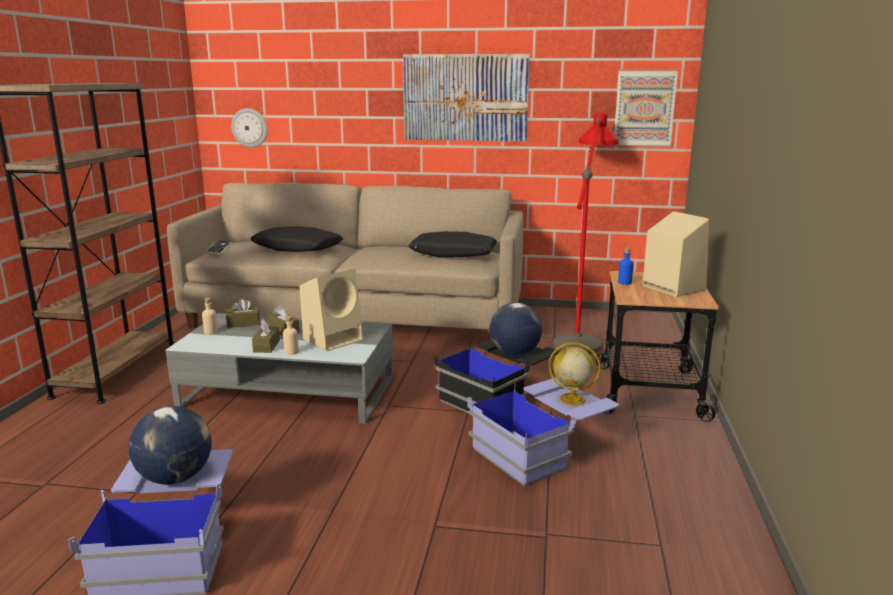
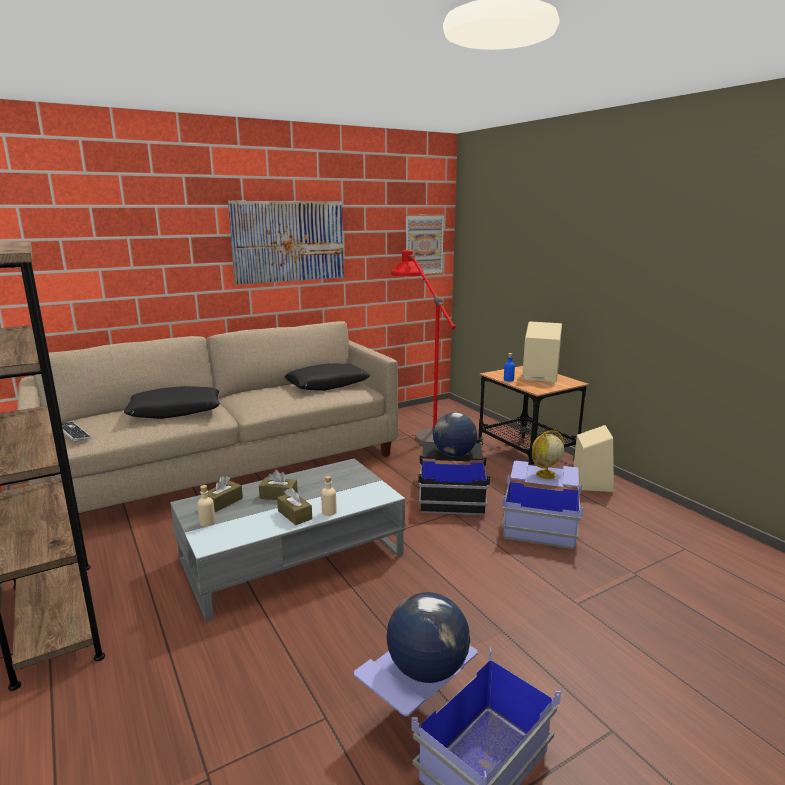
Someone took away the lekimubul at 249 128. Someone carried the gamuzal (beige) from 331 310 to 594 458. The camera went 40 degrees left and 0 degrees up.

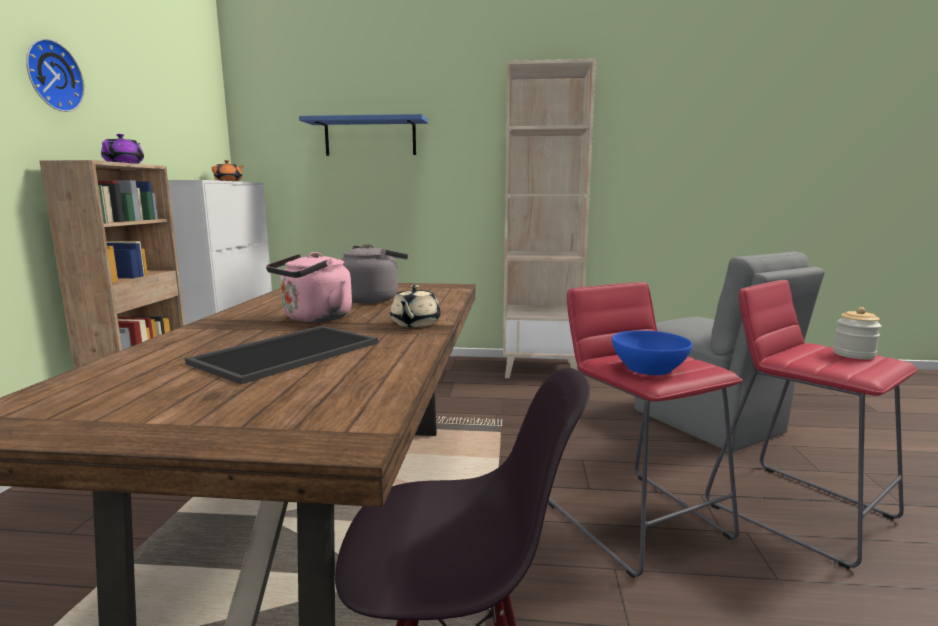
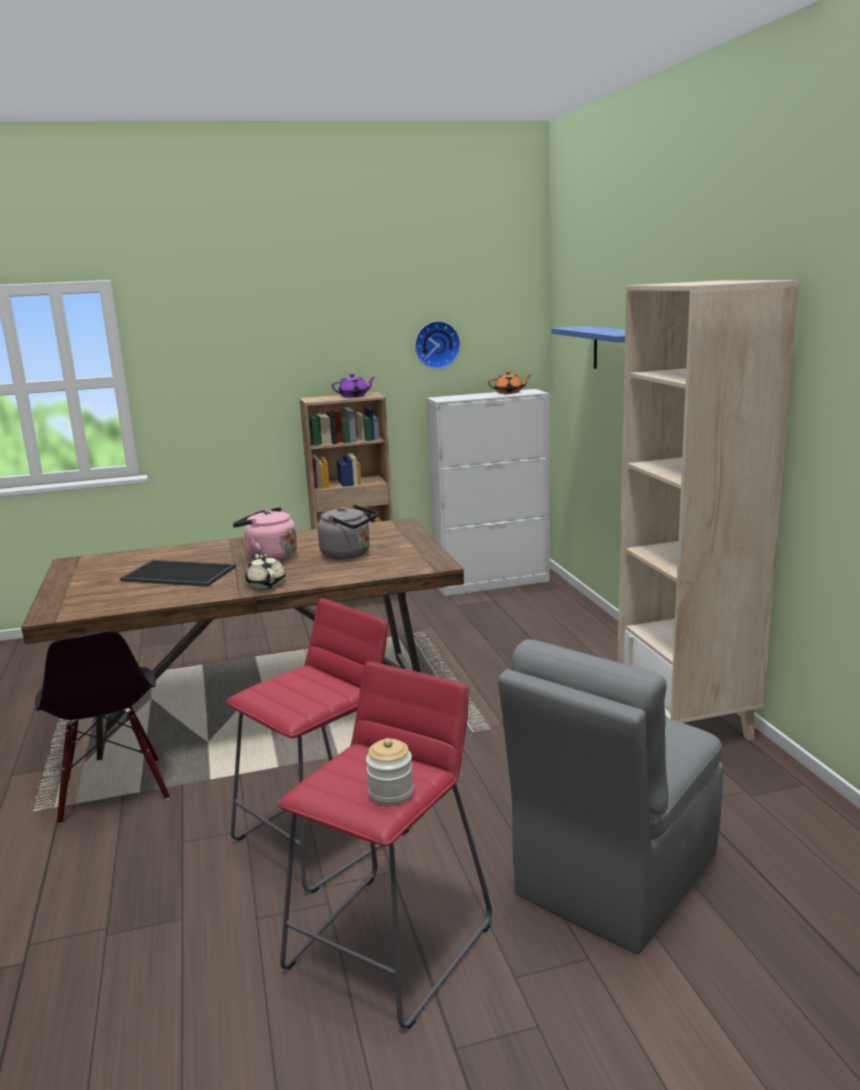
Someone took away the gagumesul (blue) at 652 352. Someone carried the lekimubul from 55 75 to 437 345. Someone rotated the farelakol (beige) at 415 306 by 75 degrees clockwise. The camera went 70 degrees right and 5 degrees up.

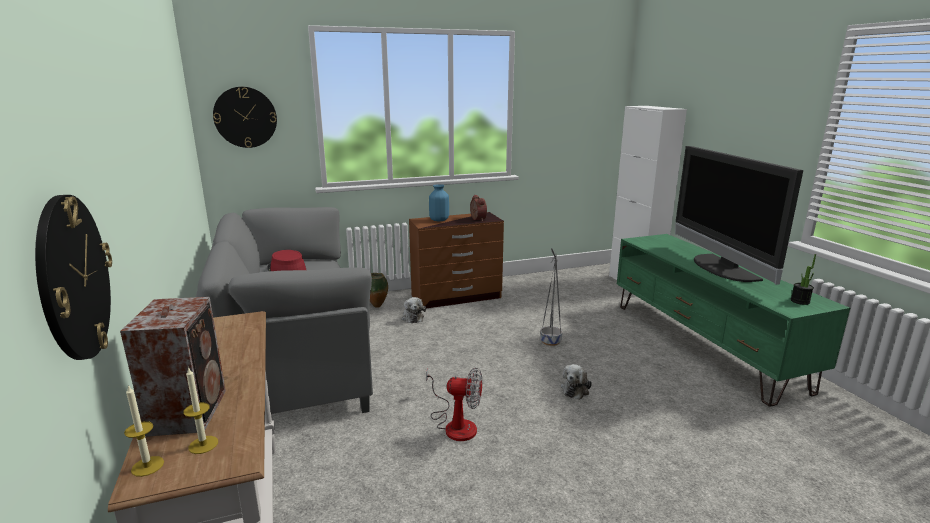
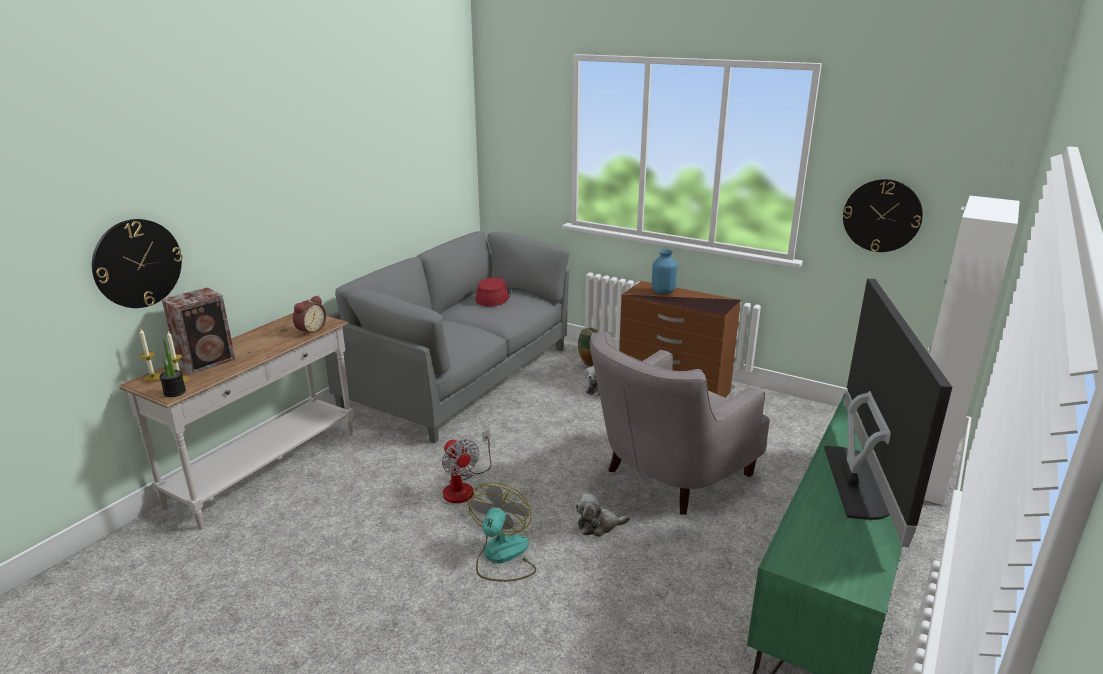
Someone put down the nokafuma at 502 532. Someone carried the lekimubul from 245 117 to 883 215. Someone carried the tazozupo from 478 208 to 309 315. Someone carried the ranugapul from 803 279 to 173 368. Someone swapped the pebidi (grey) at 551 297 for the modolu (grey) at 680 423. Someone rotated the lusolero at 739 215 by 150 degrees clockwise. The camera went 50 degrees right and 5 degrees up.

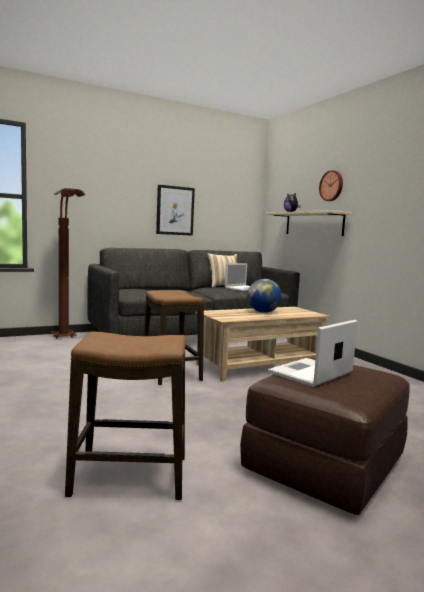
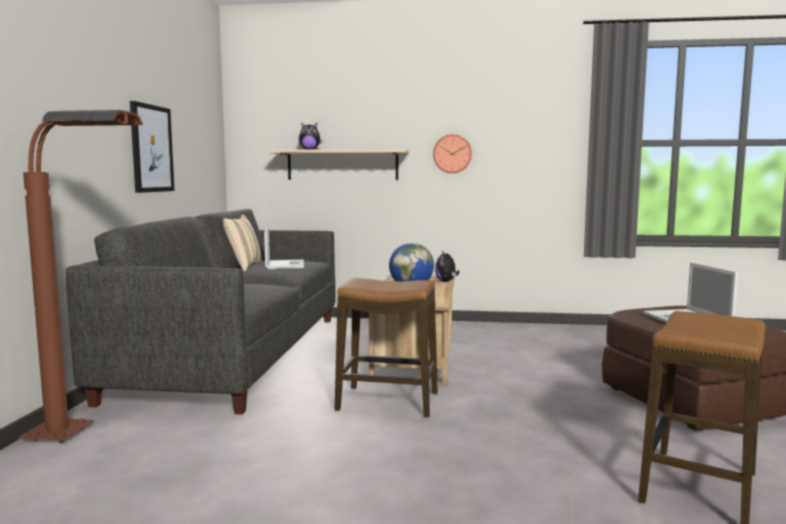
Someone put down the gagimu at 447 266. Someone carried the lekimubul from 331 185 to 452 153. The camera went 55 degrees left and 0 degrees up.

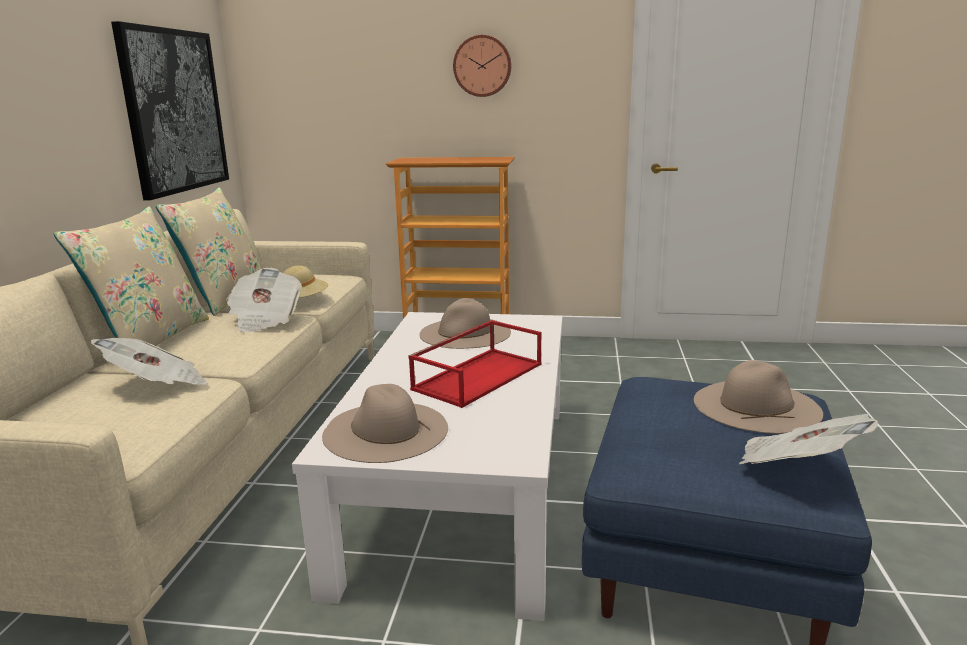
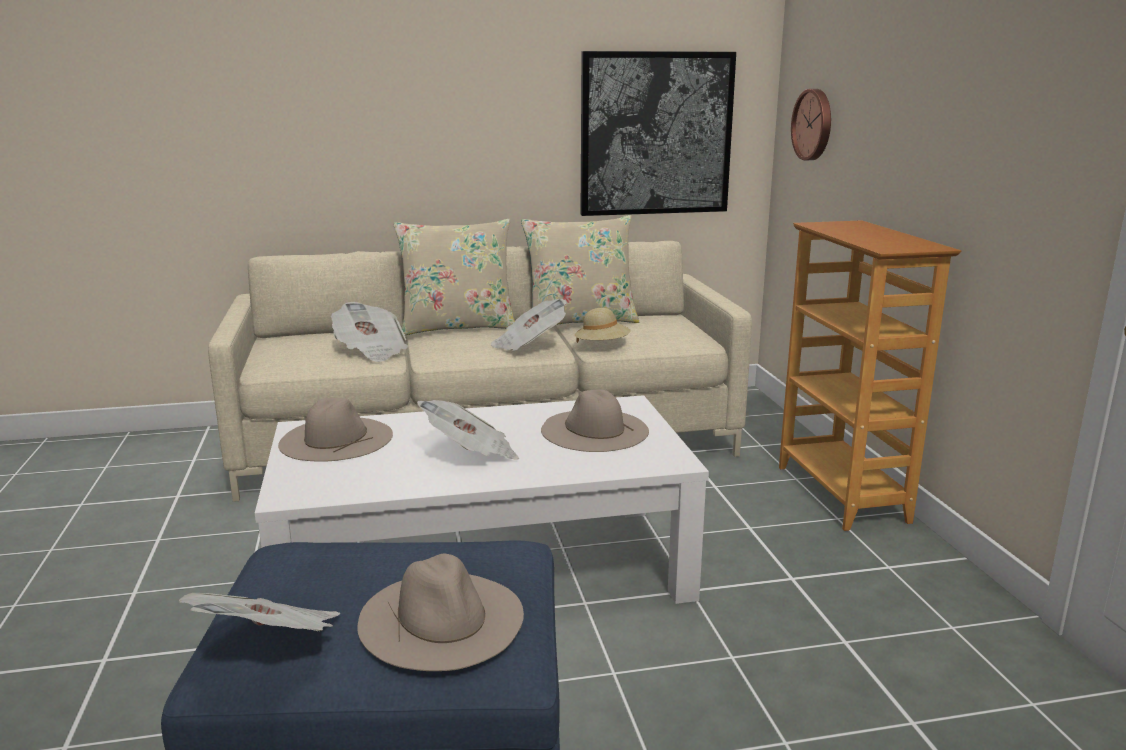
Someone carried the lekimubul from 482 66 to 811 124. Someone swapped the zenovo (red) at 475 364 for the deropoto at 468 430. The camera went 70 degrees right and 0 degrees up.

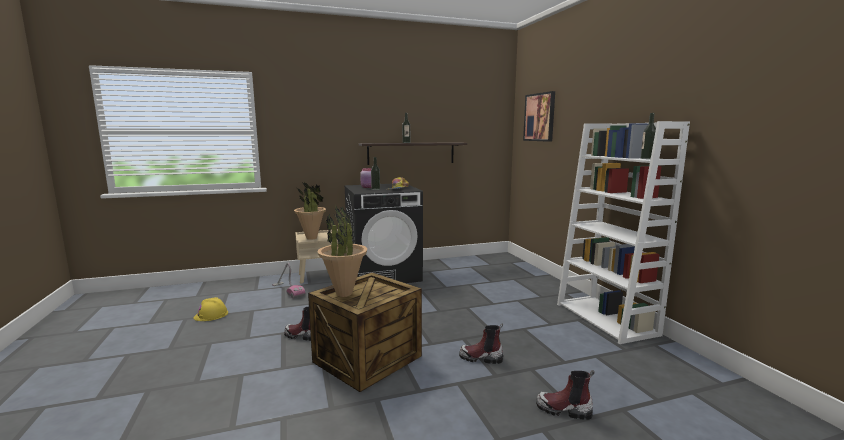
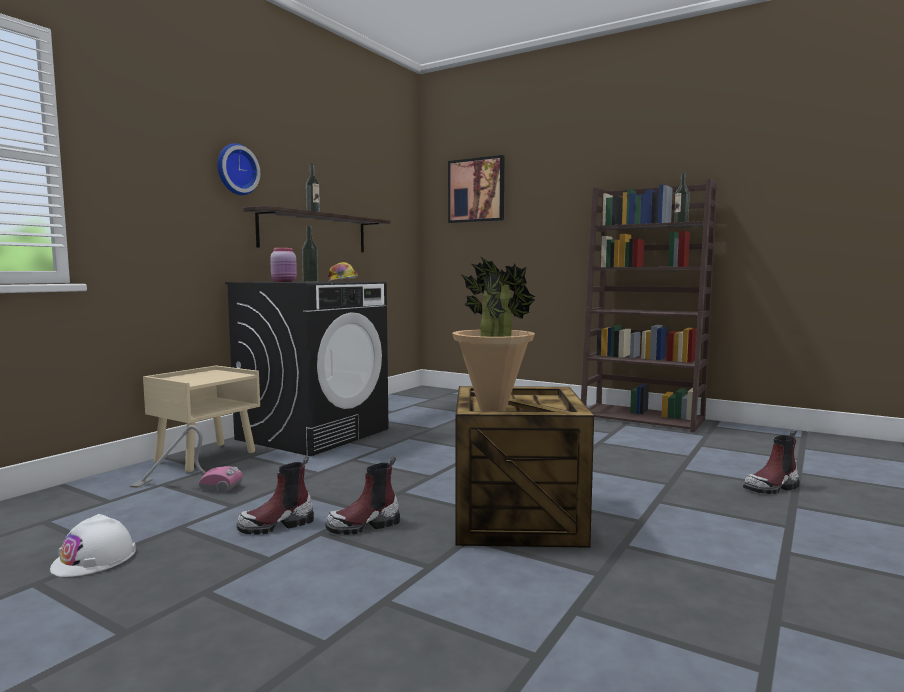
Someone took away the ranugapul at 310 211. Someone put up the lekimubul at 238 169. Someone carried the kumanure from 481 344 to 275 495. Someone repainted the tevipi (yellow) at 210 309, which became the tevipi (white) at 93 545. Someone repainted the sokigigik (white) at 623 232, which became the sokigigik (brown) at 649 305. The camera went 40 degrees left and 5 degrees down.

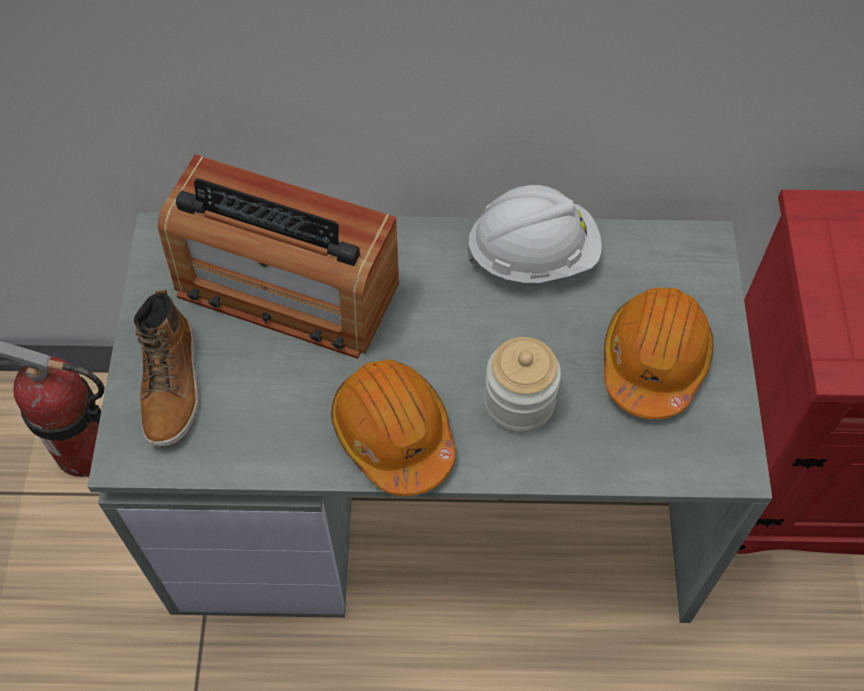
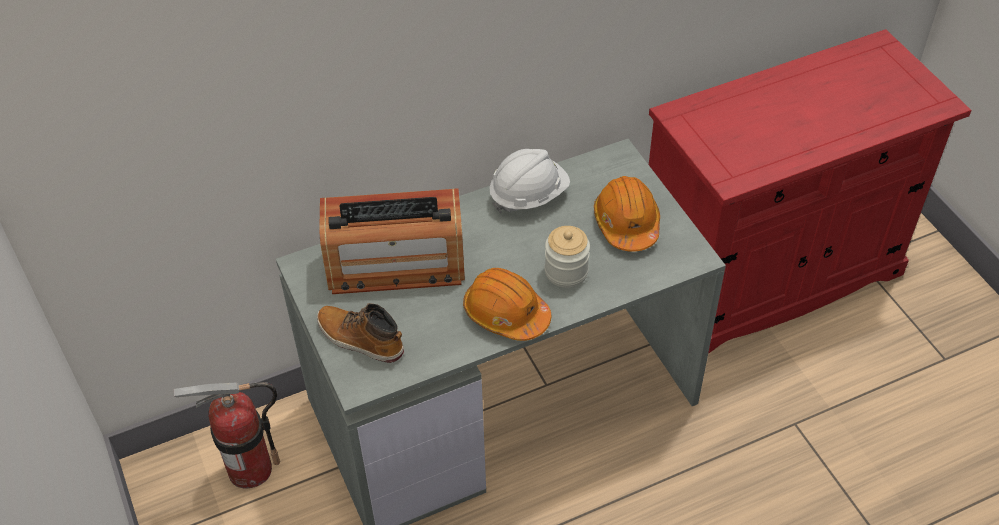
Someone rotated the kumanure at 166 368 by 150 degrees clockwise. The camera went 25 degrees left and 10 degrees down.

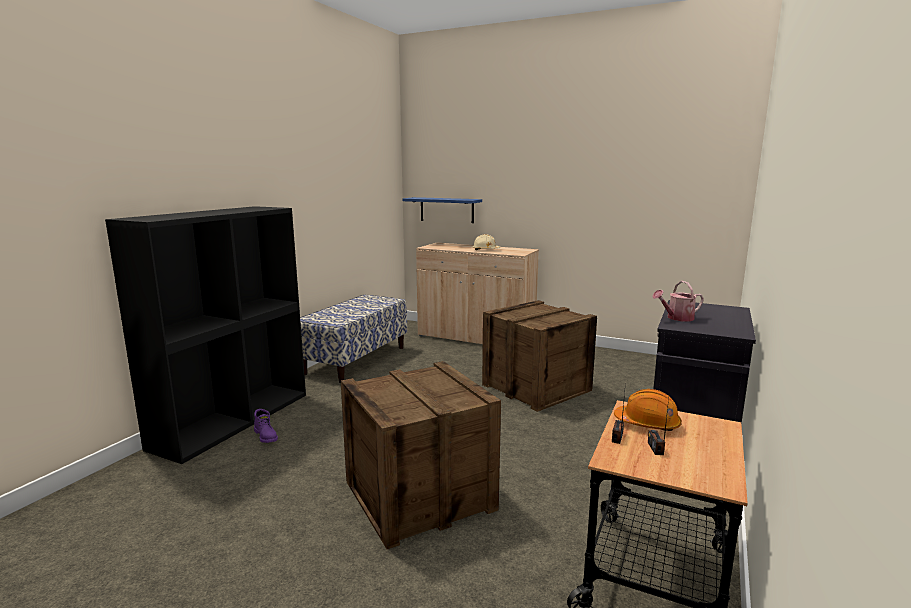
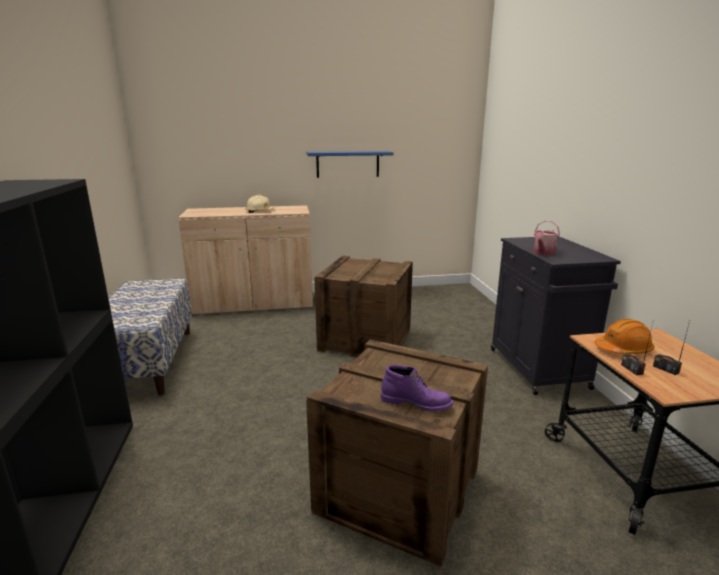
Someone carried the kumanure (purple) from 266 426 to 417 388. Someone carried the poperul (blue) from 442 210 to 350 164. The camera went 35 degrees left and 5 degrees up.

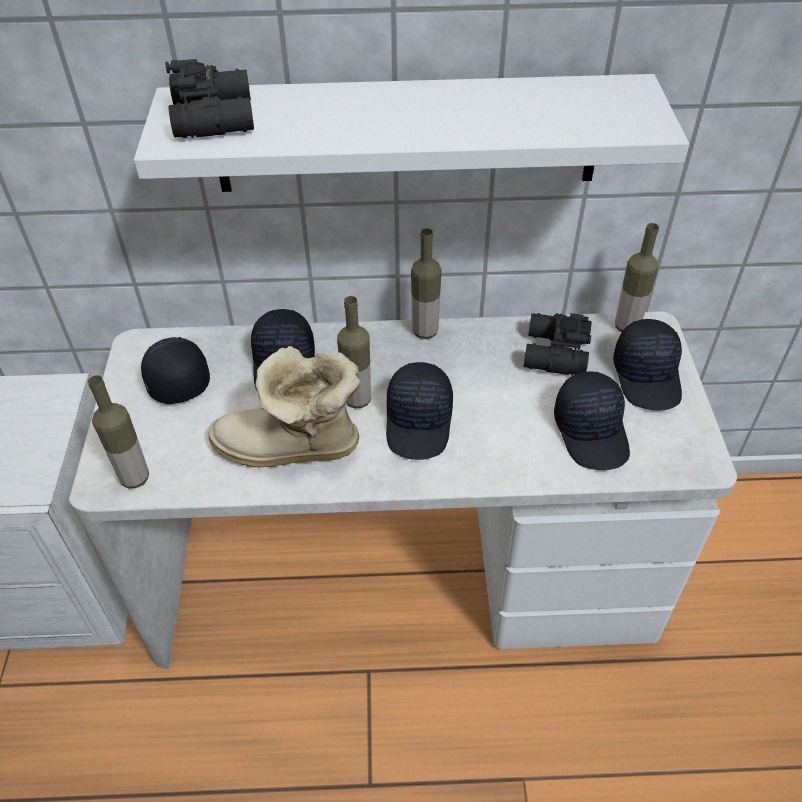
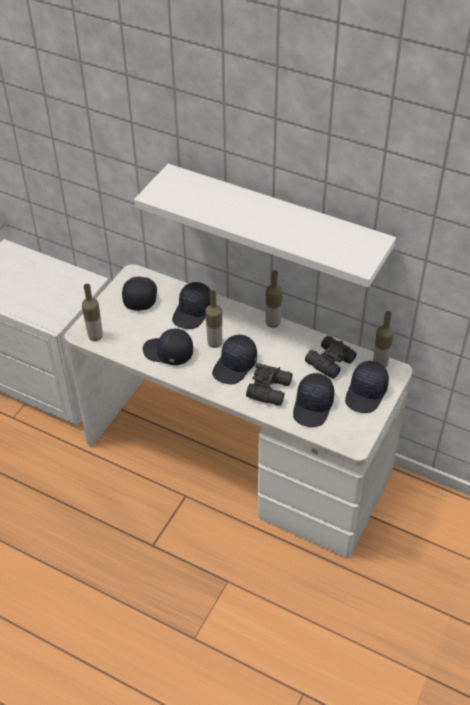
Someone carried the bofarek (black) from 209 98 to 269 384. Someone swapped the kumanure at 285 407 for the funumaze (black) at 168 346. The camera went 30 degrees right and 0 degrees up.

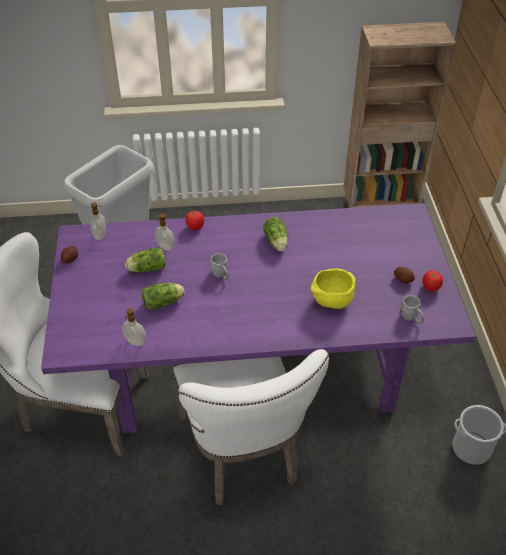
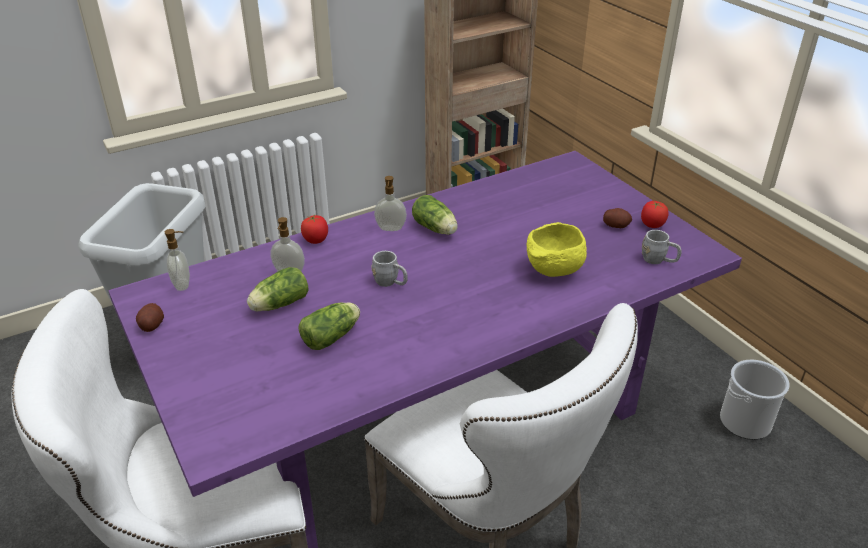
Someone carried the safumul from 134 327 to 390 203. The camera went 25 degrees left and 10 degrees down.

